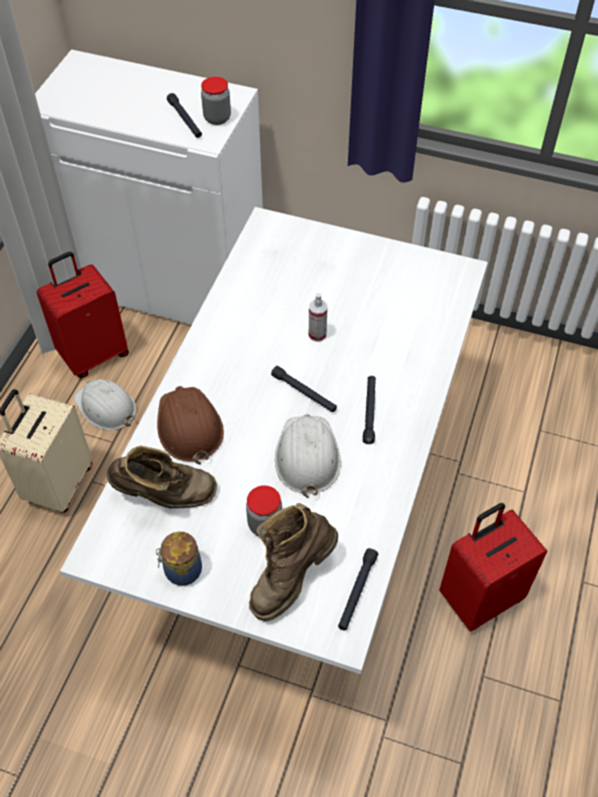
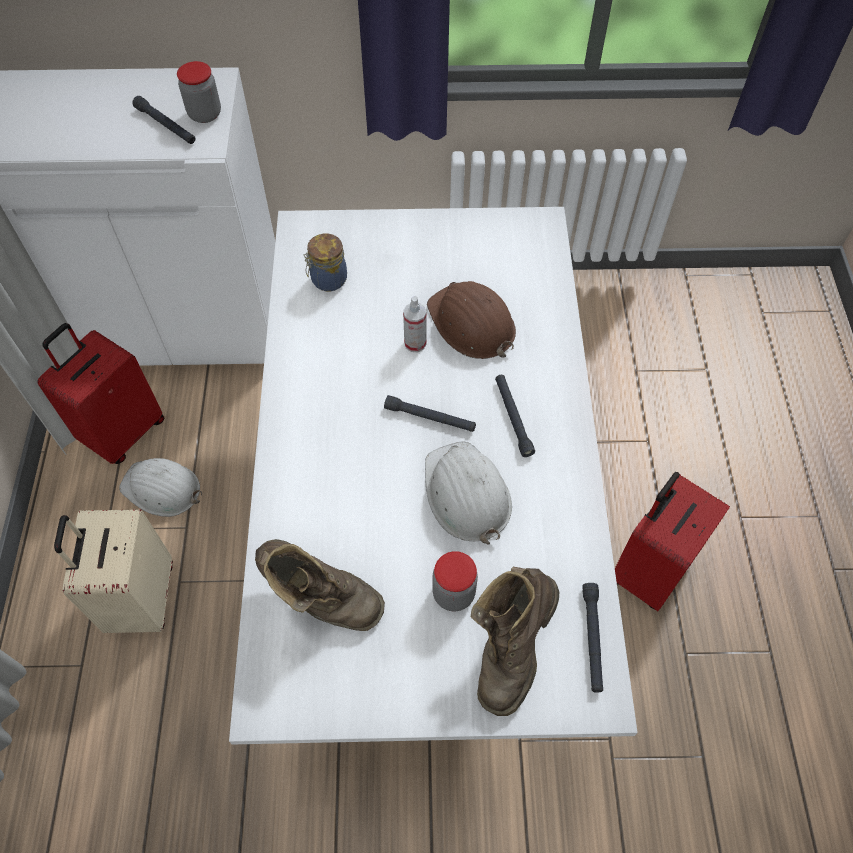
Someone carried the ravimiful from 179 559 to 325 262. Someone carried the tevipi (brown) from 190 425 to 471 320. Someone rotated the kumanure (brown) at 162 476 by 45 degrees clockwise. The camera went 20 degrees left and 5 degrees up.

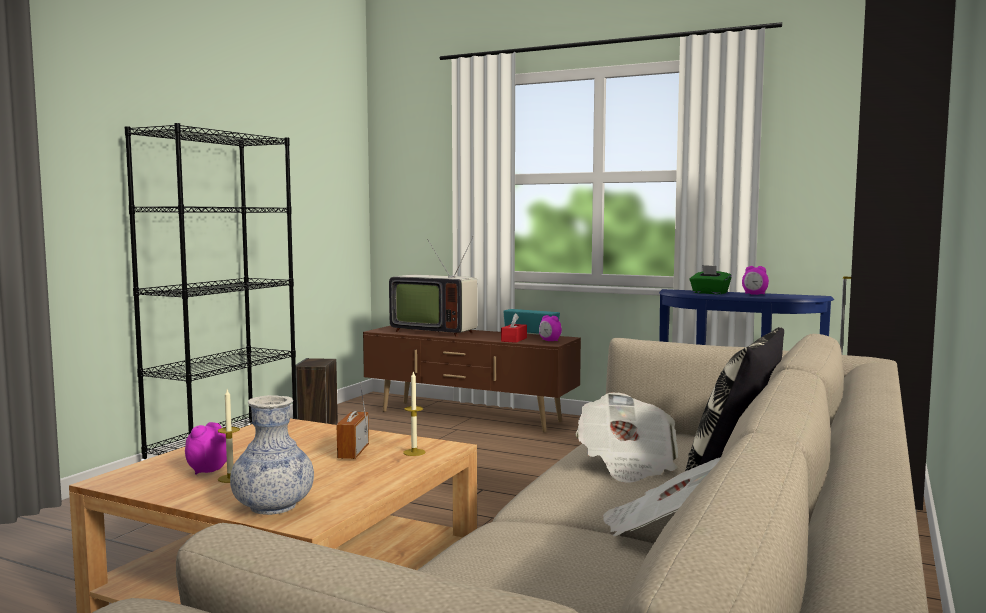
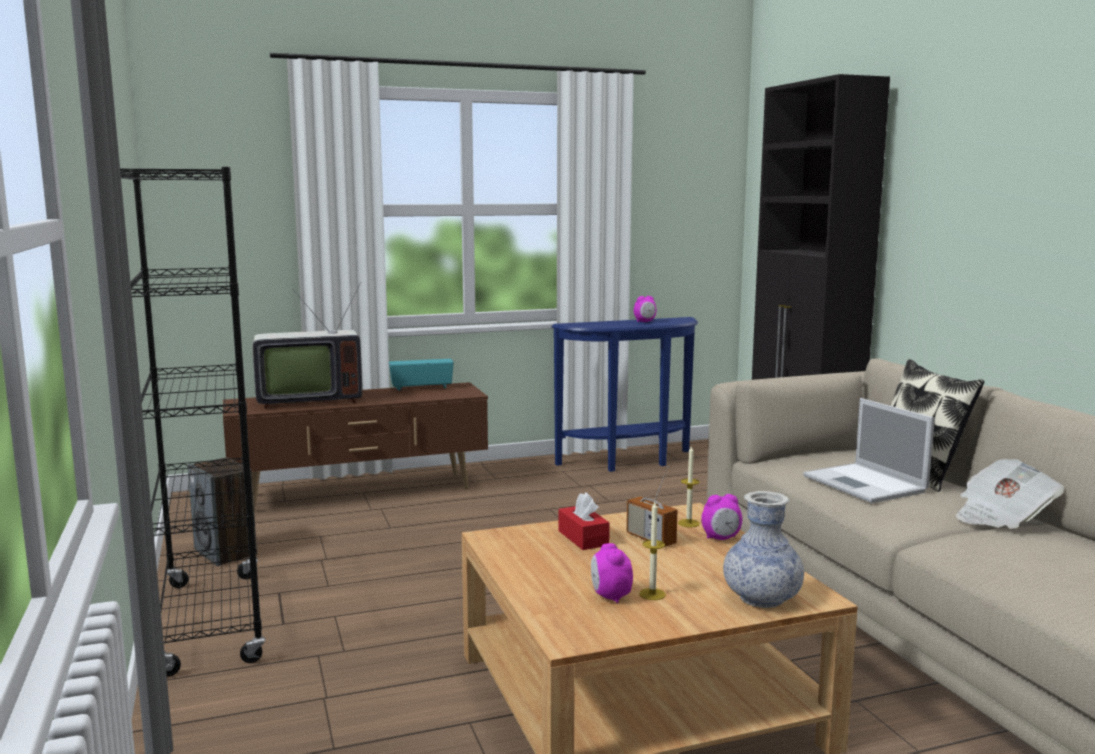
Someone took away the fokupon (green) at 710 279. Someone carried the fokupon (red) from 514 328 to 584 521. Someone carried the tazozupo from 550 328 to 721 517. Someone swapped the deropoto at 627 437 for the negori at 869 450. The camera went 45 degrees left and 5 degrees up.

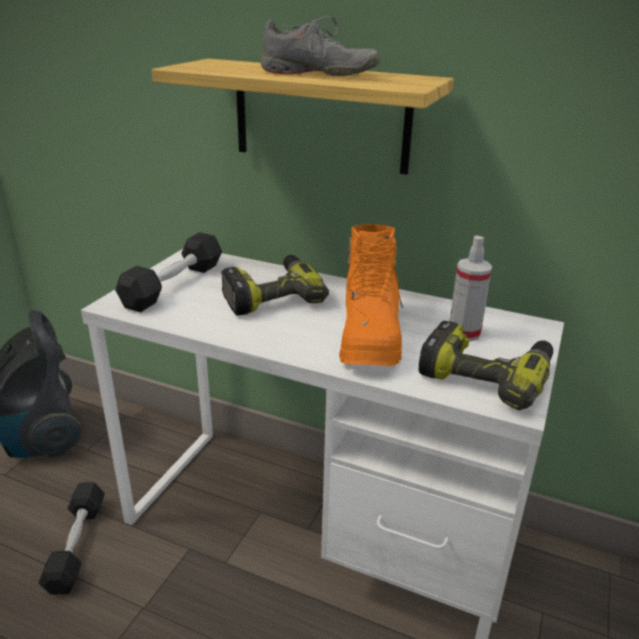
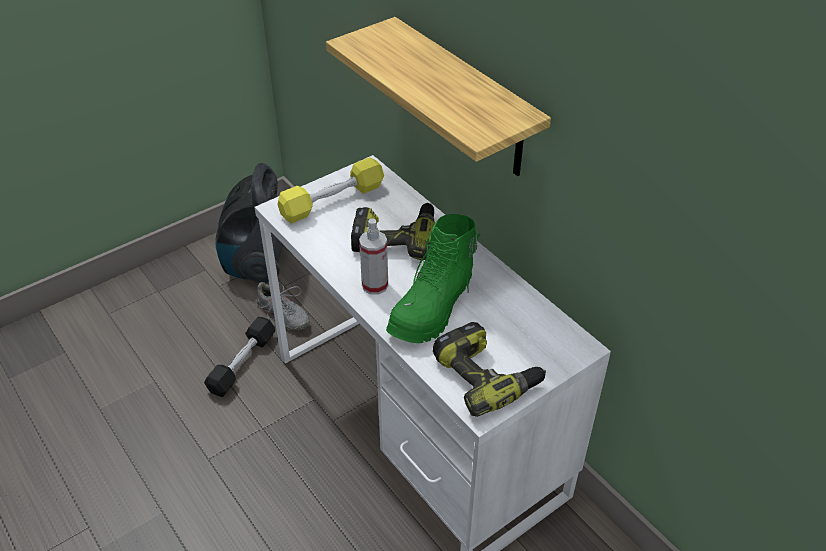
Someone carried the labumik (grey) from 320 46 to 282 306. Someone carried the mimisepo from 471 289 to 373 257. Someone repainted the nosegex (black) at 168 272, which became the nosegex (yellow) at 331 190. Someone repainted the kumanure (orange) at 371 295, which became the kumanure (green) at 433 278. The camera went 30 degrees right and 15 degrees up.

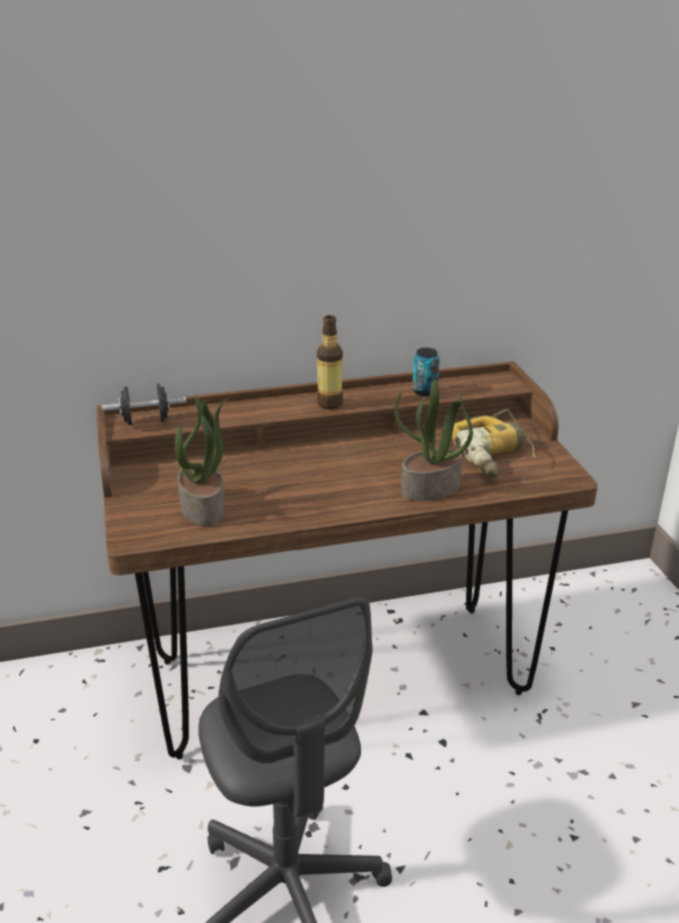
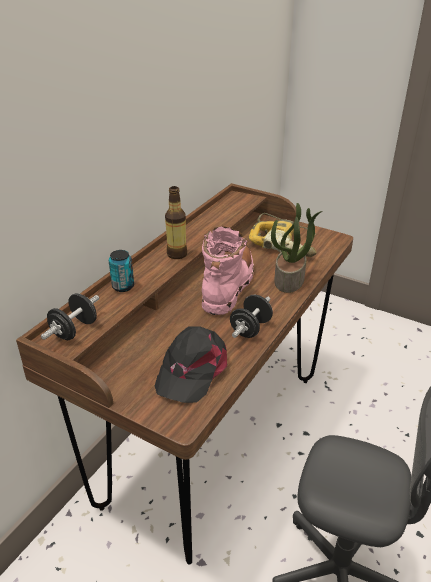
Someone put down the kumanure (pink) at 228 270. Someone put down the nosegex (black) at 251 316. Someone carried the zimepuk from 426 372 to 121 271. Someone swapped the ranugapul at 201 461 for the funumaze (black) at 191 364. The camera went 45 degrees left and 5 degrees up.

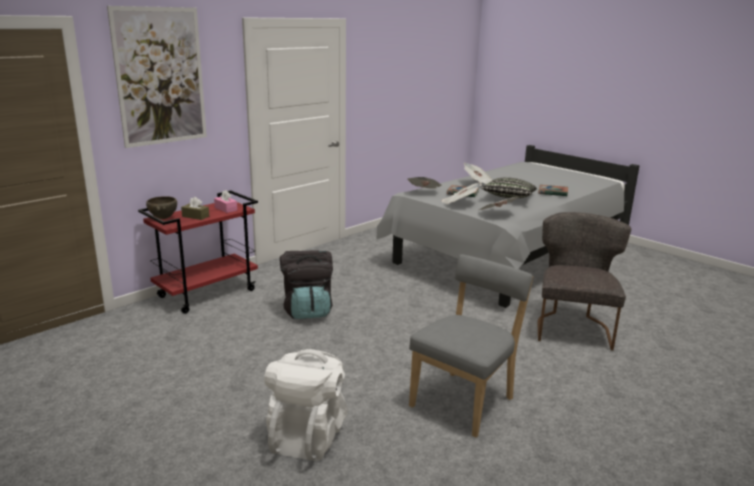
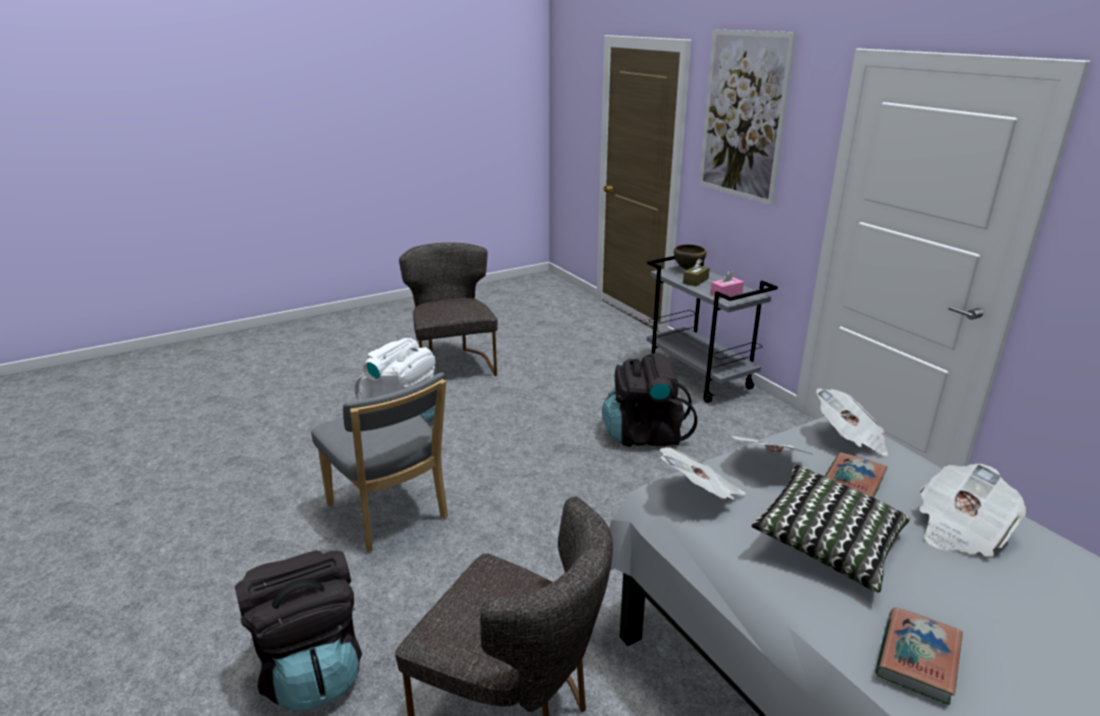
Someone put down the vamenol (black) at 298 630. Someone put down the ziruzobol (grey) at 448 309. Someone repainted the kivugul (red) at 198 252, which became the kivugul (grey) at 712 329. The camera went 105 degrees right and 5 degrees up.

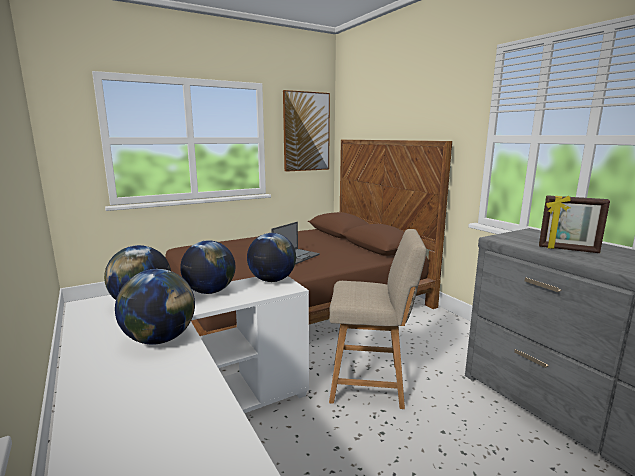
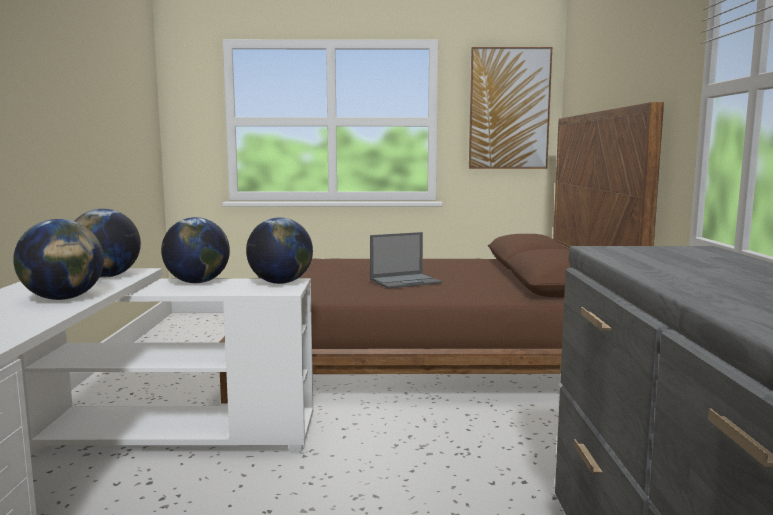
Someone took away the ziruzobol (beige) at 377 319. Someone took away the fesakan at 574 224. The camera went 30 degrees right and 5 degrees down.

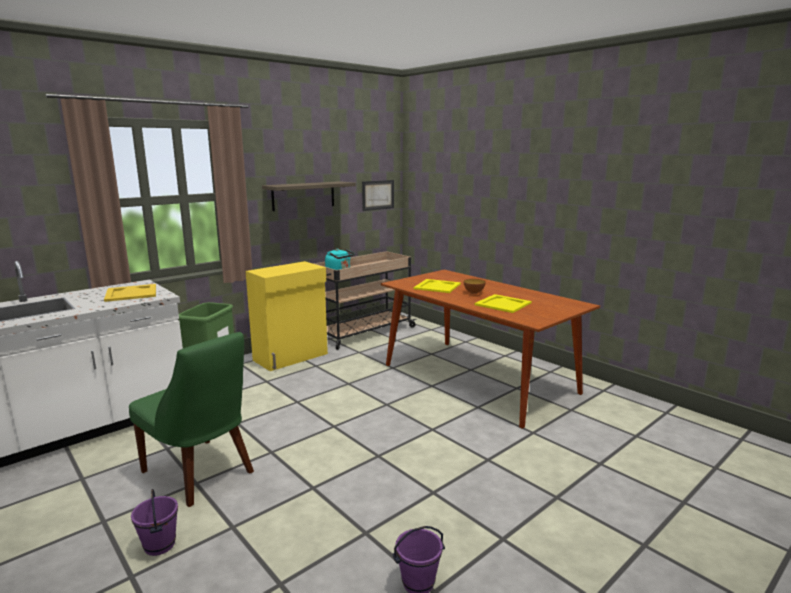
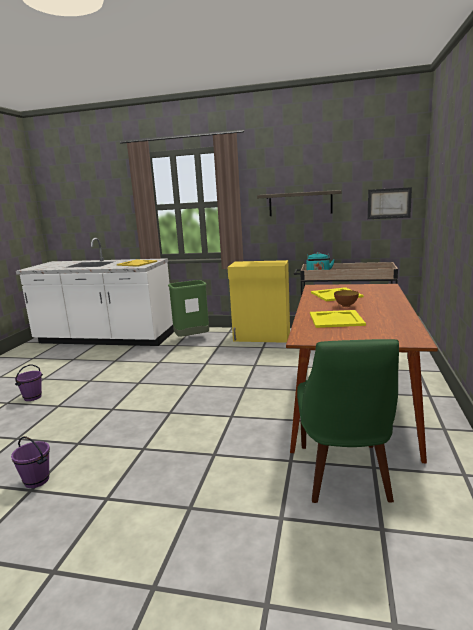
Someone carried the ziruzobol (green) from 191 419 to 348 421. The camera went 55 degrees right and 0 degrees up.

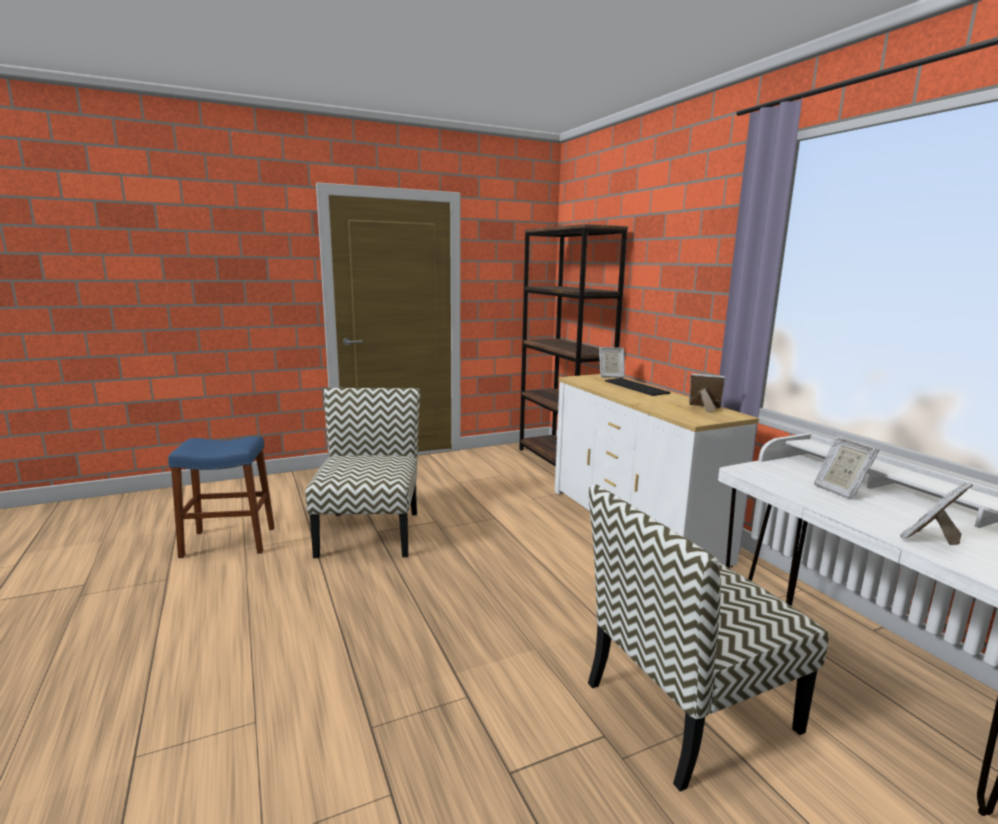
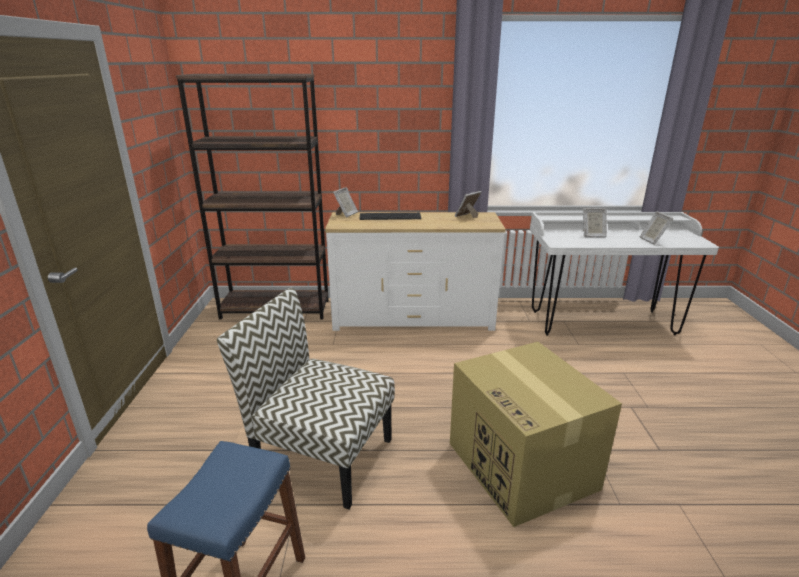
Someone took away the ziruzobol at 708 638. Someone put down the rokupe at 536 434. The camera went 65 degrees left and 10 degrees up.

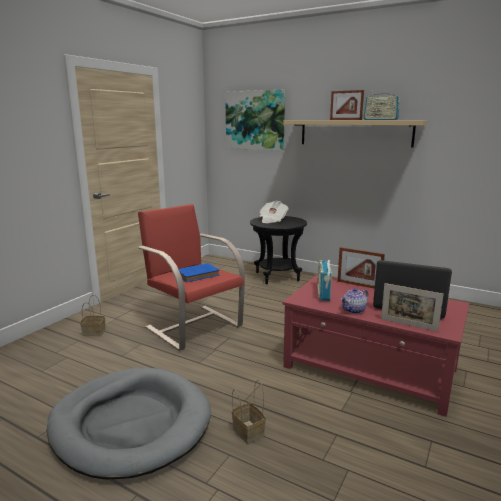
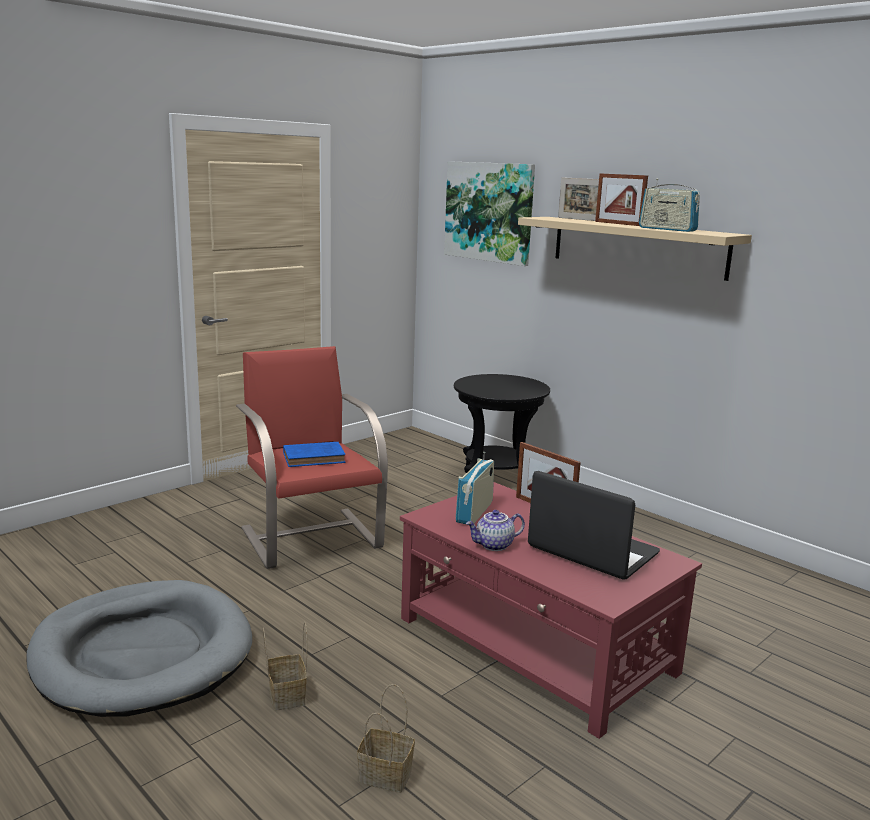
Someone took away the deropoto at 274 212. Someone carried the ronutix from 93 315 to 386 738. Someone carried the fesakan from 412 307 to 578 199. The camera went 15 degrees right and 0 degrees up.

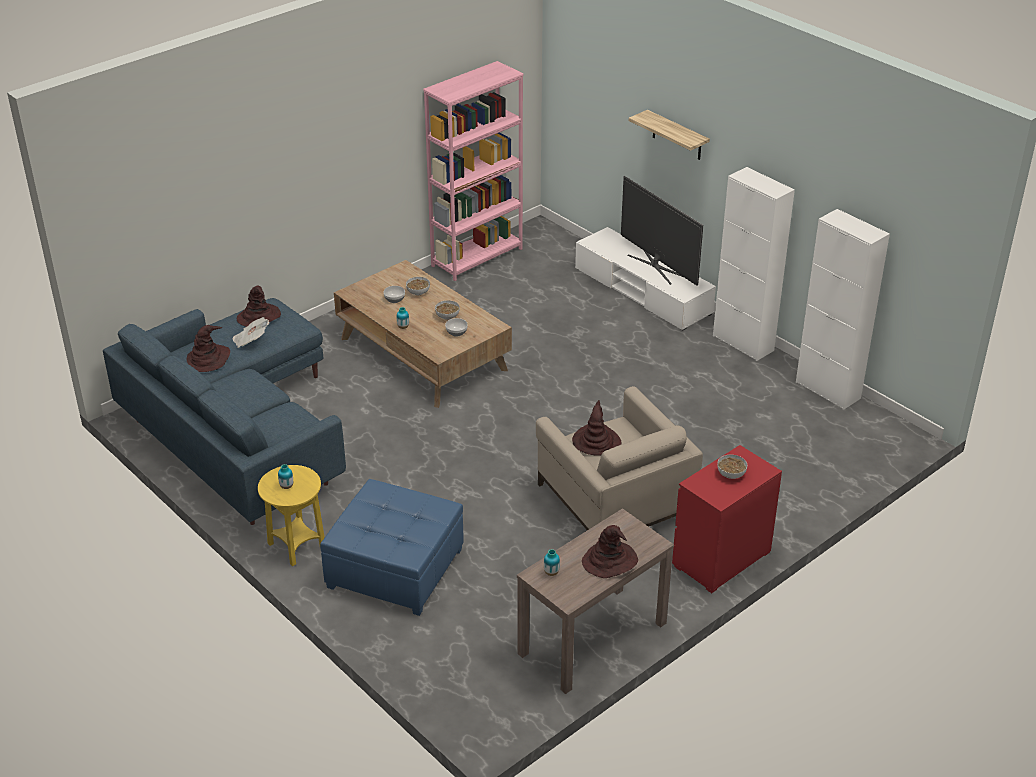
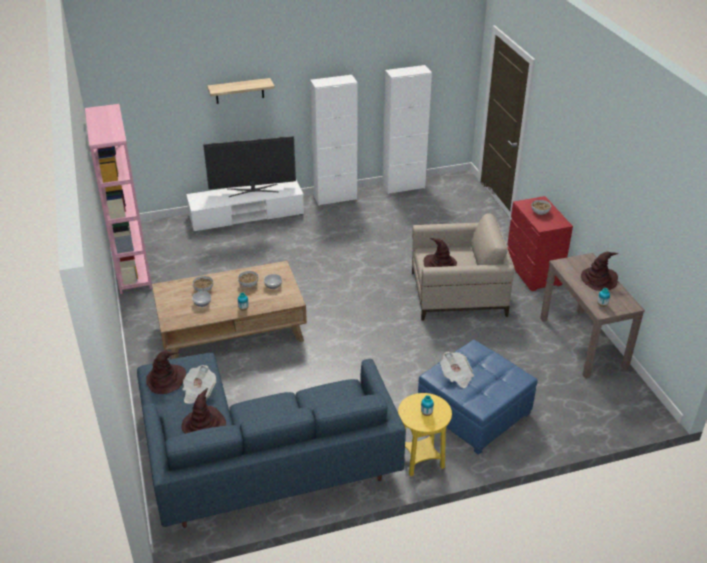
Someone put down the deropoto at 457 370. The camera went 65 degrees left and 0 degrees up.

